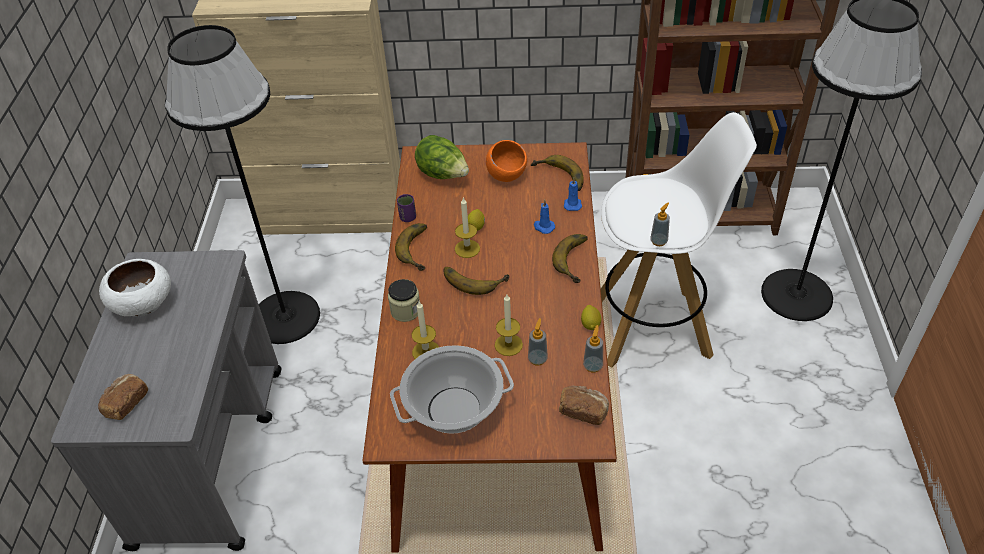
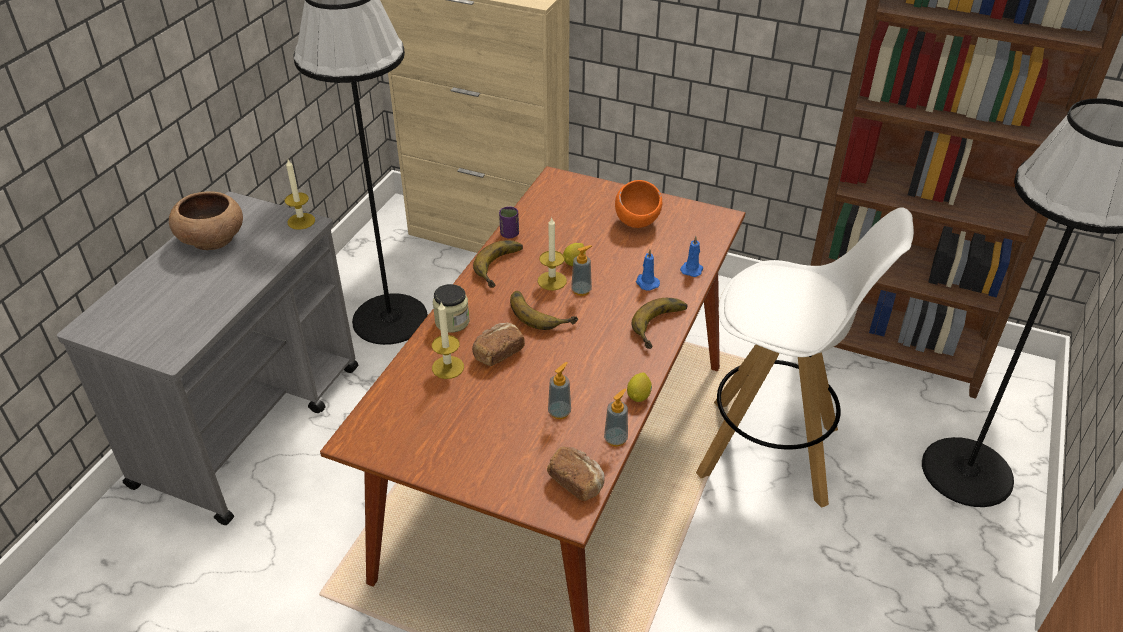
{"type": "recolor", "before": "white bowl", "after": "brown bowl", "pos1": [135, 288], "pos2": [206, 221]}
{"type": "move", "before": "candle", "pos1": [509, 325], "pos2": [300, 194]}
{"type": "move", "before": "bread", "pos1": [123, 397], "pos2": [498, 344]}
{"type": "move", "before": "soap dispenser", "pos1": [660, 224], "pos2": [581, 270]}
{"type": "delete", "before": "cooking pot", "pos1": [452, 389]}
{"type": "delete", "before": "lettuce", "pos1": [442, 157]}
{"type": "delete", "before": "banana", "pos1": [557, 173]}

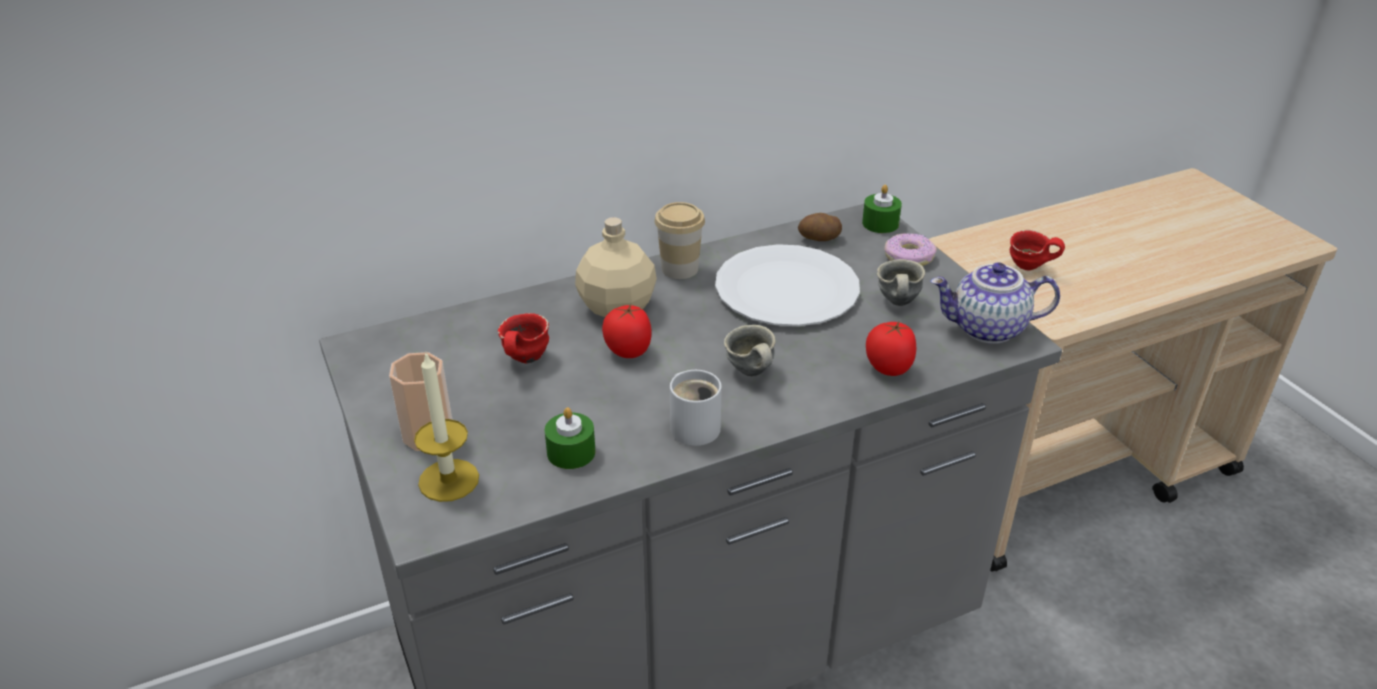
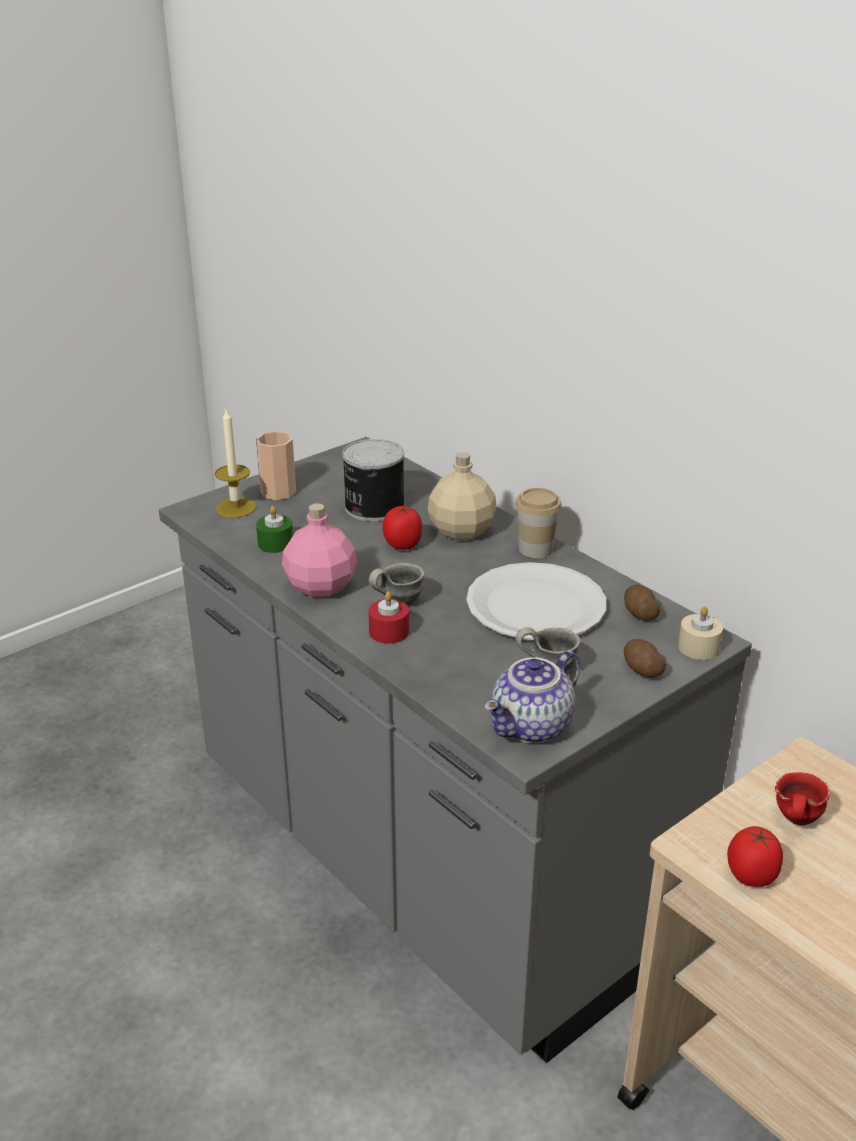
{"type": "replace", "before": "white mug", "after": "pink bottle", "pos1": [696, 408], "pos2": [319, 550]}
{"type": "replace", "before": "red mug", "after": "can", "pos1": [523, 338], "pos2": [373, 480]}
{"type": "insert", "after": "red candle", "pos2": [389, 617]}
{"type": "rotate", "before": "teapot", "pos1": [995, 303], "pos2": [532, 696], "turn": -120}
{"type": "replace", "before": "donut", "after": "potato", "pos1": [910, 249], "pos2": [644, 658]}
{"type": "recolor", "before": "green candle", "after": "beige candle", "pos1": [882, 209], "pos2": [700, 633]}
{"type": "move", "before": "tomato", "pos1": [891, 349], "pos2": [755, 856]}

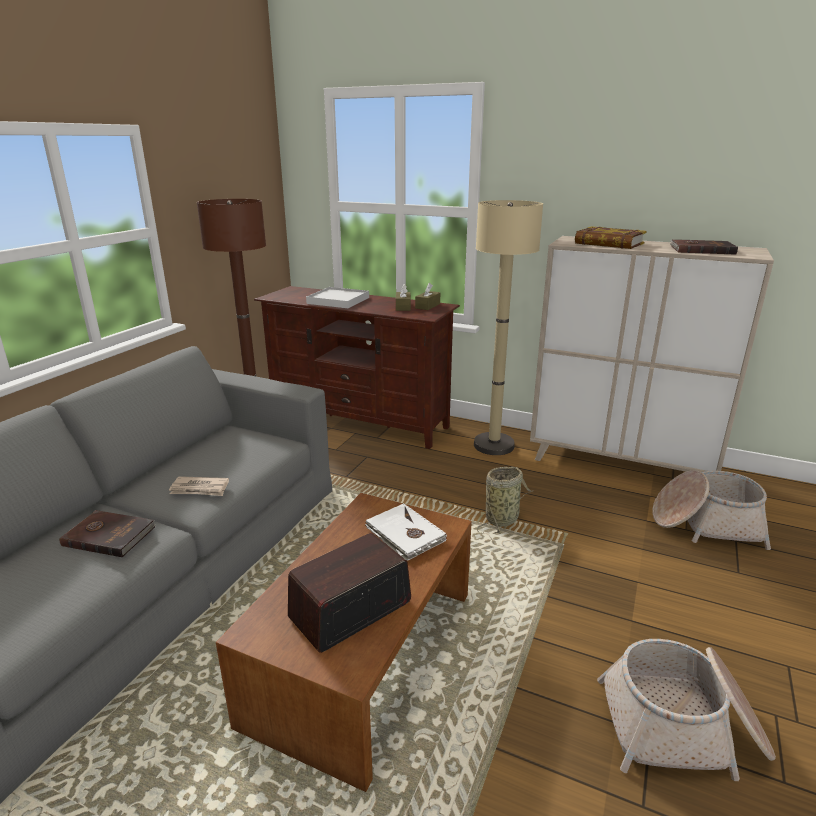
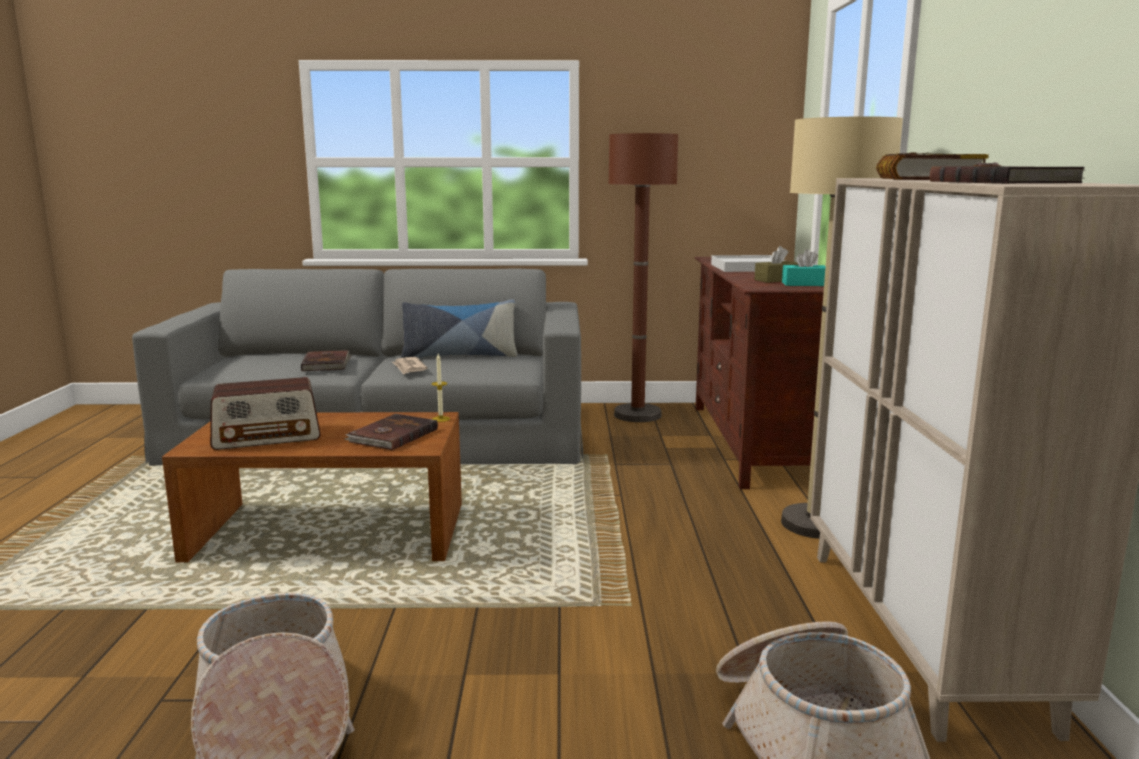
{"type": "rotate", "before": "radio", "pos1": [349, 593], "pos2": [265, 413], "turn": 135}
{"type": "recolor", "before": "white book", "after": "brown book", "pos1": [406, 532], "pos2": [391, 432]}
{"type": "insert", "after": "pillow", "pos2": [459, 329]}
{"type": "insert", "after": "candle", "pos2": [441, 388]}
{"type": "recolor", "before": "brown tissue box", "after": "turquoise tissue box", "pos1": [427, 296], "pos2": [804, 267]}
{"type": "delete", "before": "basket", "pos1": [505, 500]}

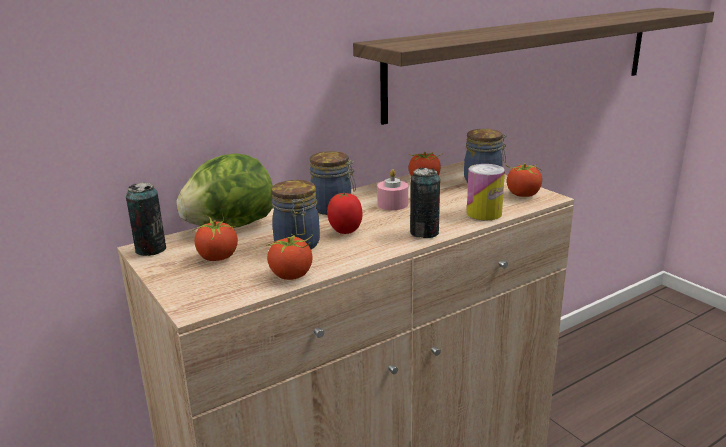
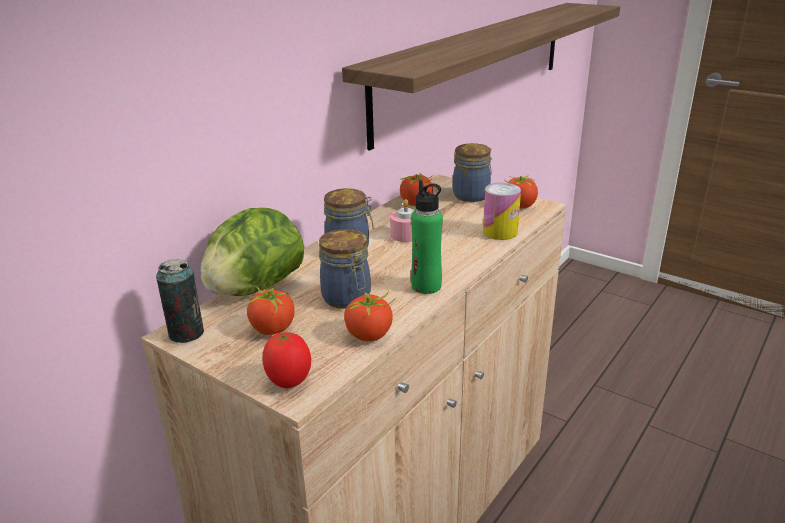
{"type": "move", "before": "tomato", "pos1": [345, 213], "pos2": [287, 360]}
{"type": "insert", "after": "green bottle", "pos2": [427, 237]}
{"type": "delete", "before": "can", "pos1": [425, 203]}

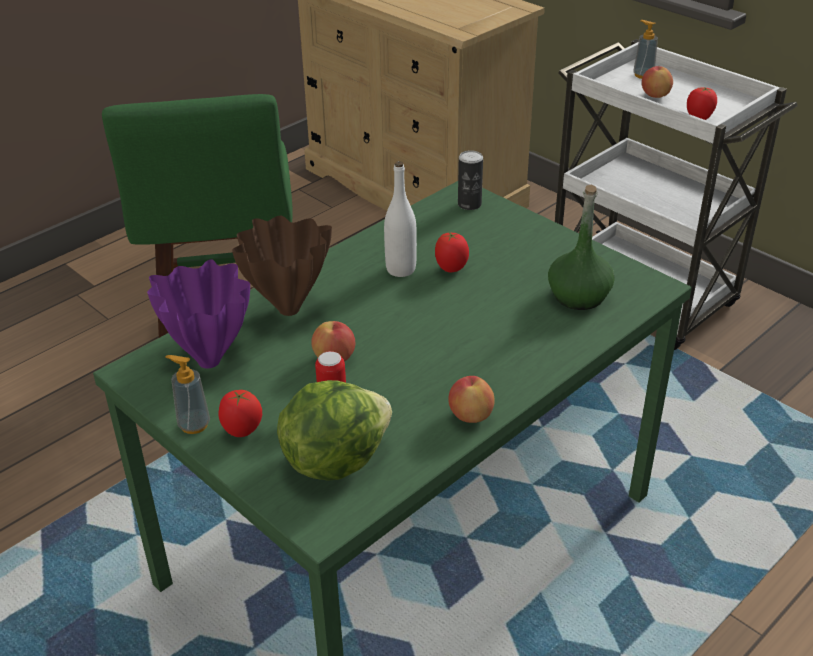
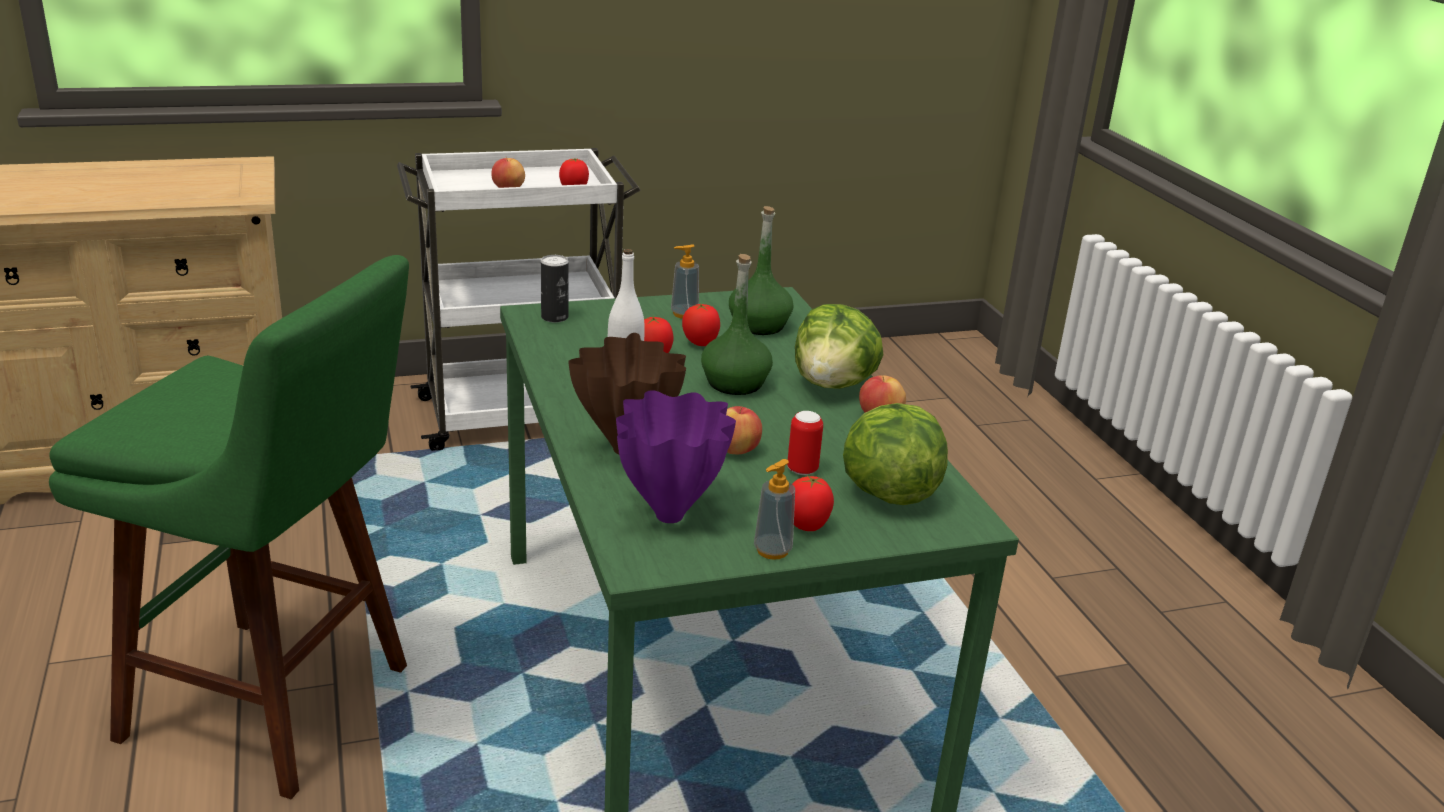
{"type": "move", "before": "soap dispenser", "pos1": [645, 49], "pos2": [685, 281]}
{"type": "insert", "after": "tomato", "pos2": [701, 324]}
{"type": "insert", "after": "green bottle", "pos2": [737, 324]}
{"type": "insert", "after": "lettuce", "pos2": [839, 346]}

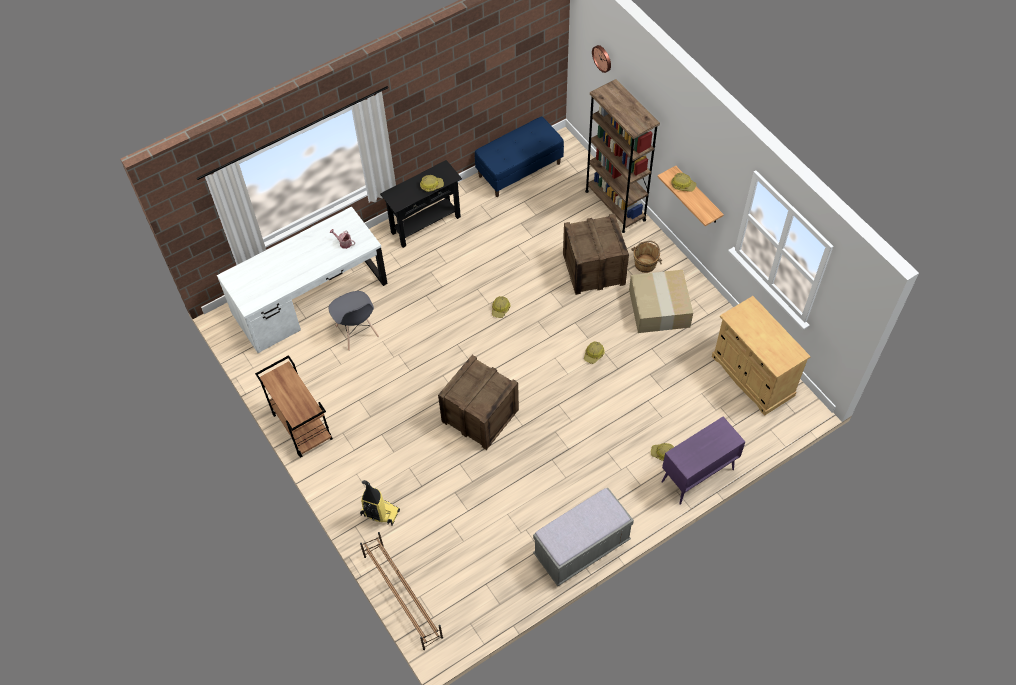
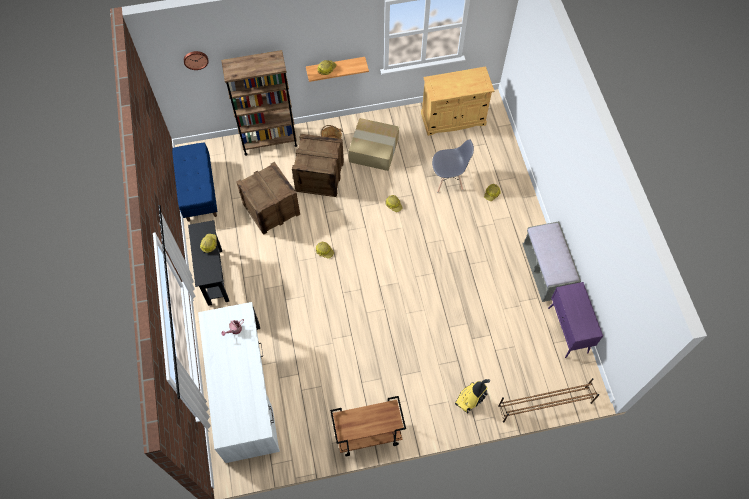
{"type": "move", "before": "crate", "pos1": [478, 402], "pos2": [268, 198]}
{"type": "move", "before": "grey chair", "pos1": [354, 321], "pos2": [453, 165]}
{"type": "move", "before": "purple cabinet", "pos1": [703, 460], "pos2": [575, 320]}

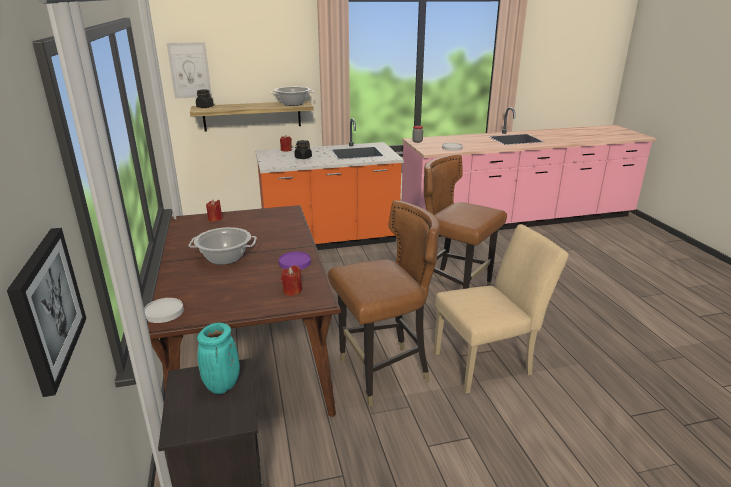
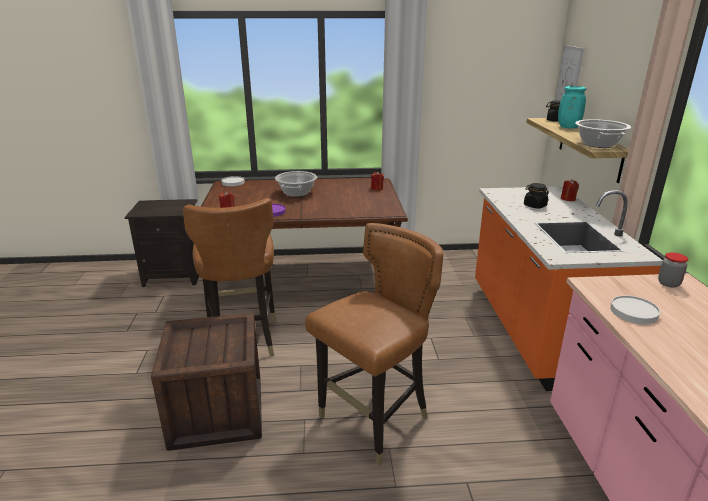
{"type": "replace", "before": "beige chair", "after": "crate", "pos1": [501, 309], "pos2": [206, 382]}
{"type": "move", "before": "turquoise vase", "pos1": [218, 358], "pos2": [572, 107]}
{"type": "delete", "before": "picture", "pos1": [46, 312]}

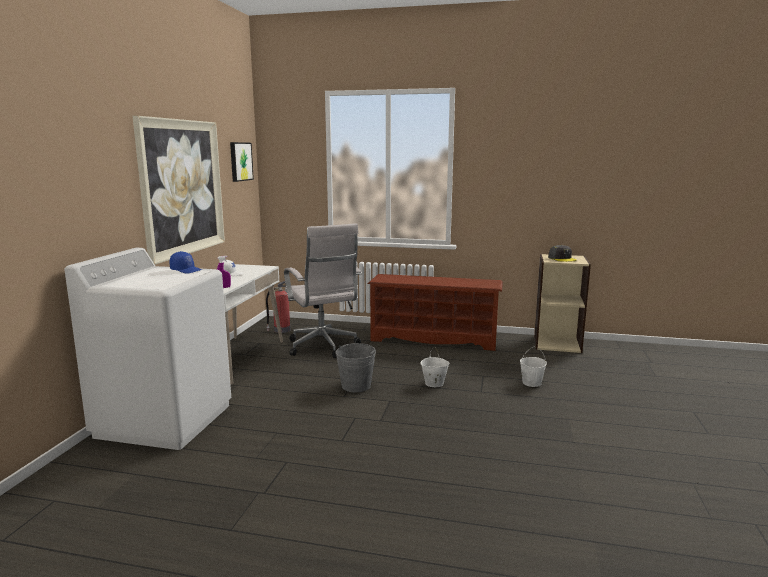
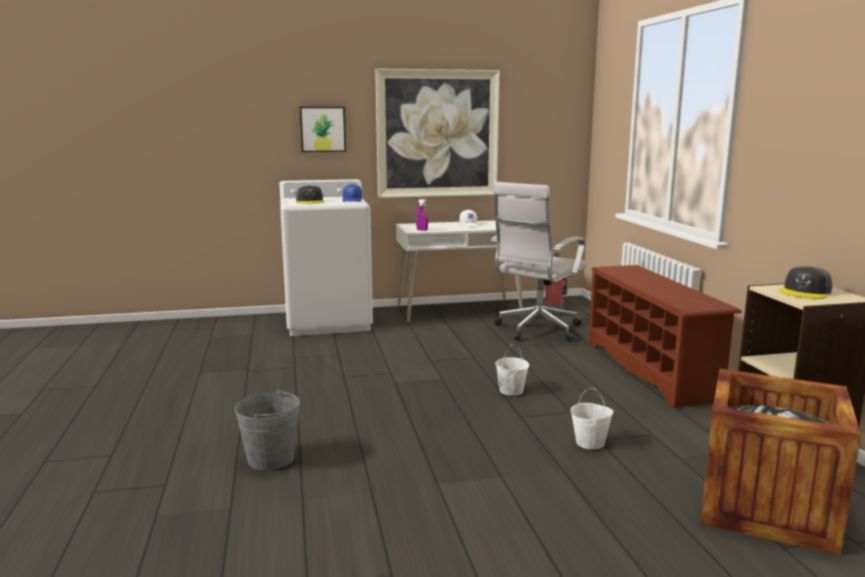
{"type": "move", "before": "grey bucket", "pos1": [356, 367], "pos2": [267, 429]}
{"type": "insert", "after": "grey cap", "pos2": [310, 194]}
{"type": "move", "before": "picture", "pos1": [242, 162], "pos2": [323, 129]}
{"type": "insert", "after": "crate", "pos2": [780, 462]}

